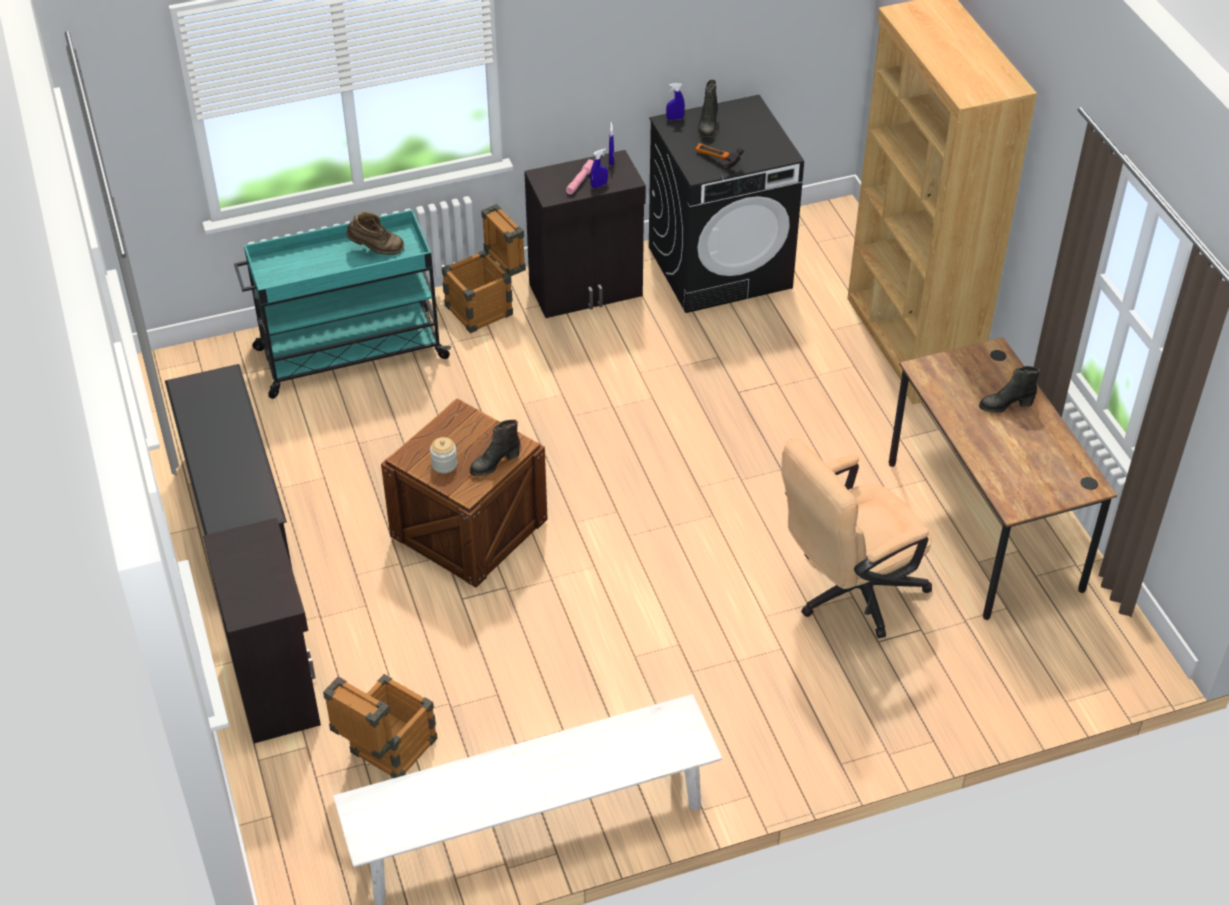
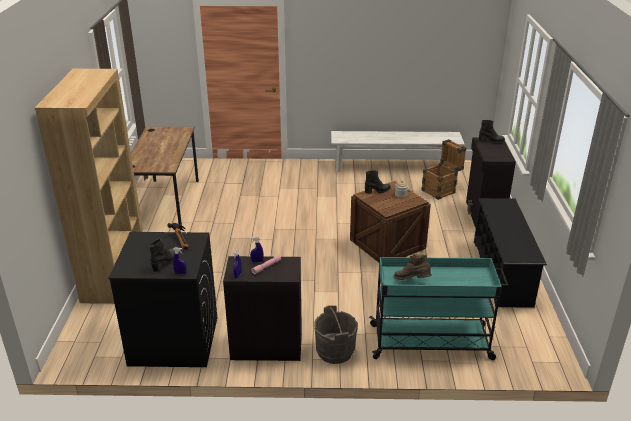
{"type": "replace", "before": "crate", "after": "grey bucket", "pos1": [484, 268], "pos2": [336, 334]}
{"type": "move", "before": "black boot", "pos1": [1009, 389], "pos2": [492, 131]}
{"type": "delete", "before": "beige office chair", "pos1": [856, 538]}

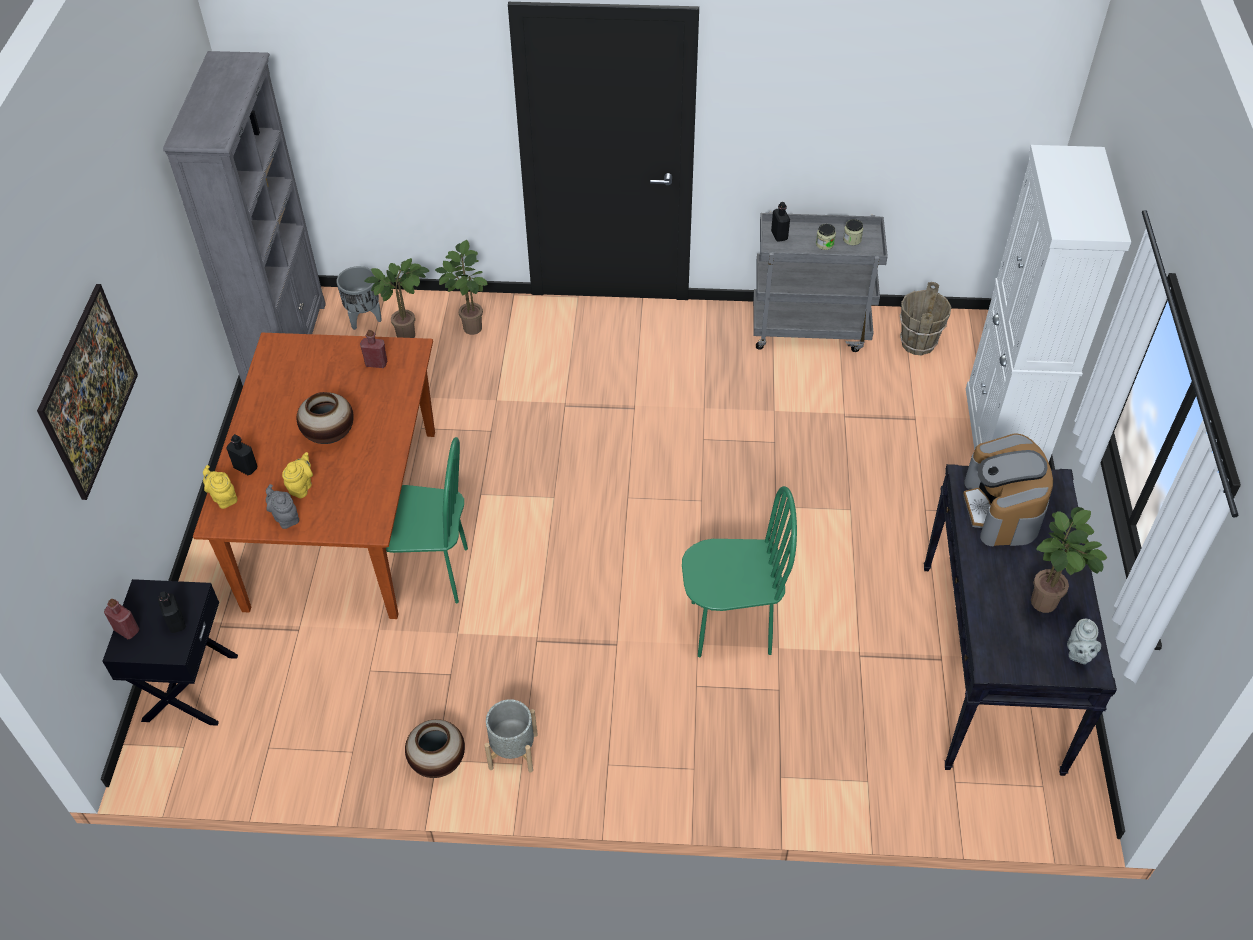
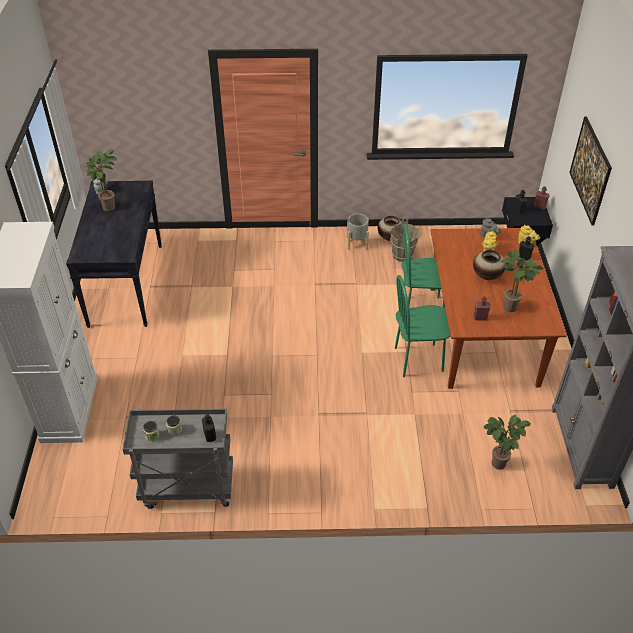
{"type": "move", "before": "brown bucket", "pos1": [925, 318], "pos2": [405, 240]}
{"type": "move", "before": "green chair", "pos1": [739, 571], "pos2": [423, 326]}
{"type": "move", "before": "potted plant", "pos1": [461, 287], "pos2": [522, 280]}
{"type": "delete", "before": "grey planter", "pos1": [359, 298]}
{"type": "delete", "before": "coffee machine", "pos1": [1008, 490]}

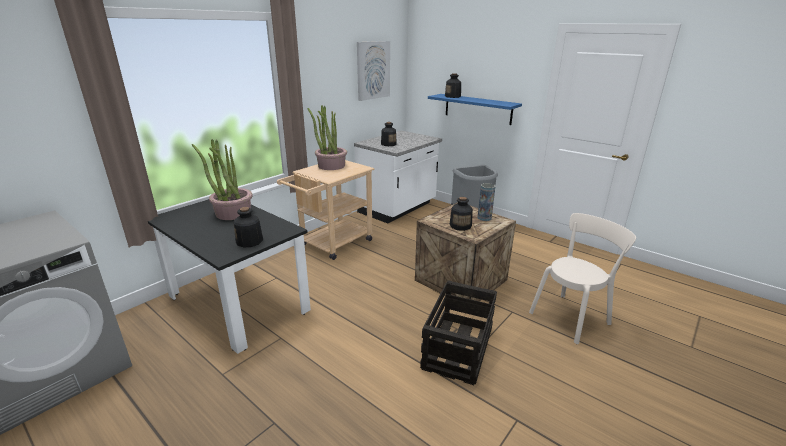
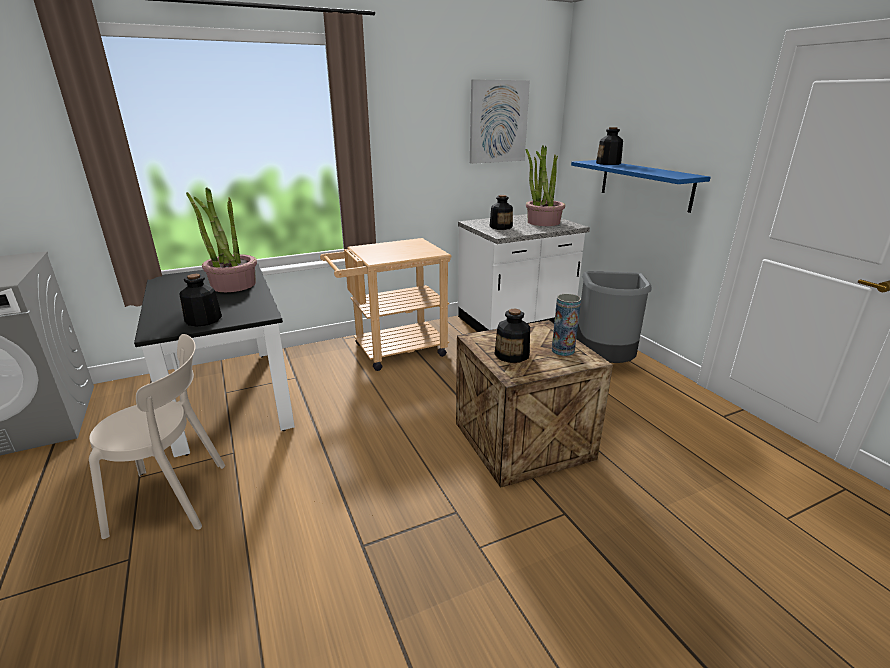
{"type": "move", "before": "beige chair", "pos1": [582, 278], "pos2": [157, 436]}
{"type": "move", "before": "potted plant", "pos1": [327, 137], "pos2": [545, 186]}
{"type": "delete", "before": "crate", "pos1": [458, 332]}

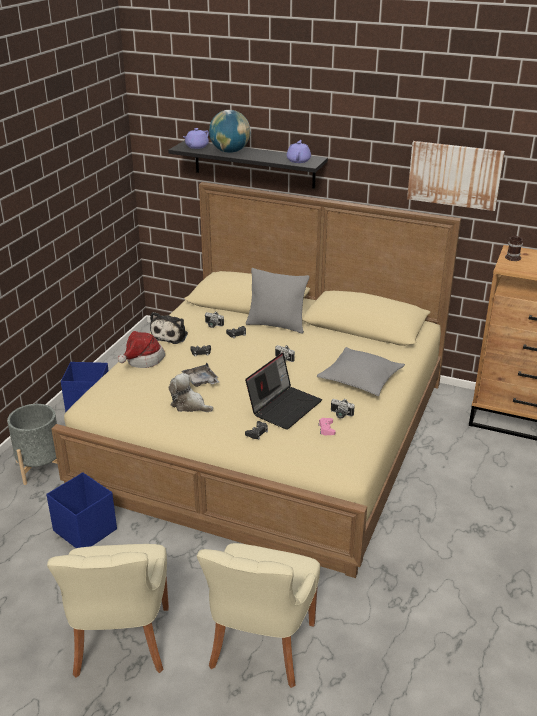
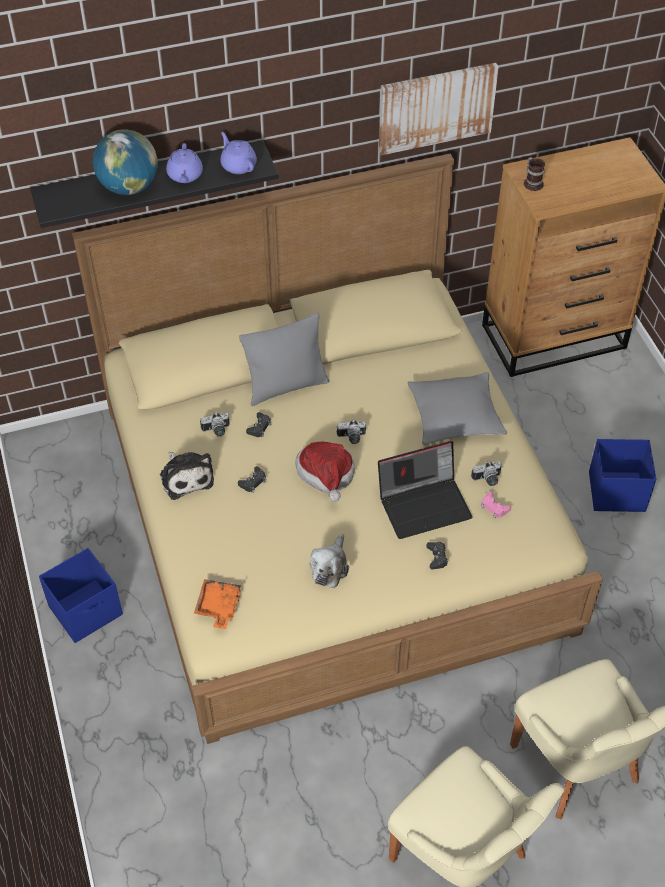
{"type": "move", "before": "purple teapot", "pos1": [196, 138], "pos2": [184, 163]}
{"type": "insert", "after": "orange tray", "pos2": [217, 604]}
{"type": "move", "before": "hat", "pos1": [141, 349], "pos2": [325, 472]}
{"type": "rotate", "before": "plush toy", "pos1": [191, 392], "pos2": [329, 561], "turn": -60}
{"type": "rotate", "before": "laptop", "pos1": [283, 391], "pos2": [425, 490], "turn": 75}
{"type": "move", "before": "blue storage box", "pos1": [81, 510], "pos2": [622, 475]}
{"type": "delete", "before": "grey planter", "pos1": [32, 444]}
{"type": "delete", "before": "grey tray", "pos1": [200, 374]}

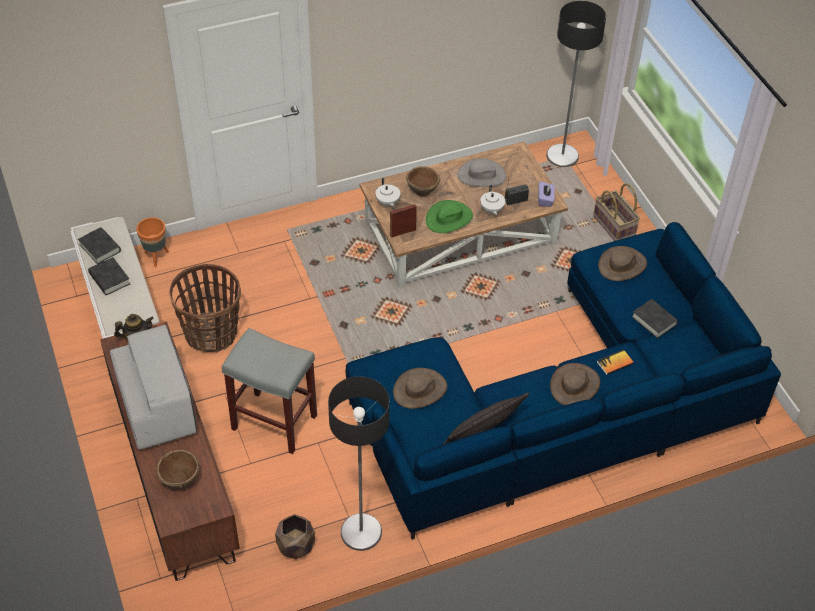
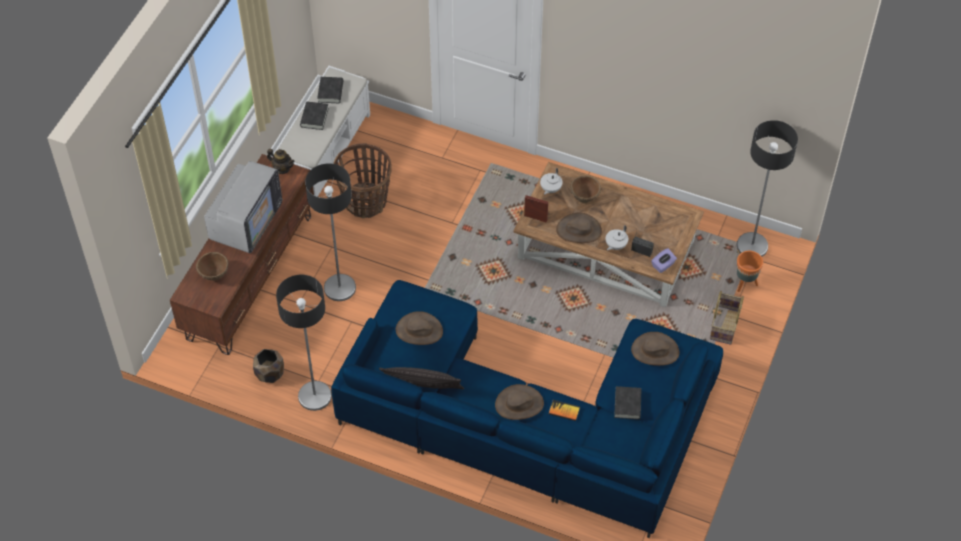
{"type": "replace", "before": "grey stool", "after": "floor lamp", "pos1": [269, 391], "pos2": [330, 232]}
{"type": "recolor", "before": "green hat", "after": "brown hat", "pos1": [449, 216], "pos2": [579, 228]}
{"type": "move", "before": "orange planter", "pos1": [152, 242], "pos2": [750, 271]}
{"type": "delete", "before": "grey hat", "pos1": [481, 172]}

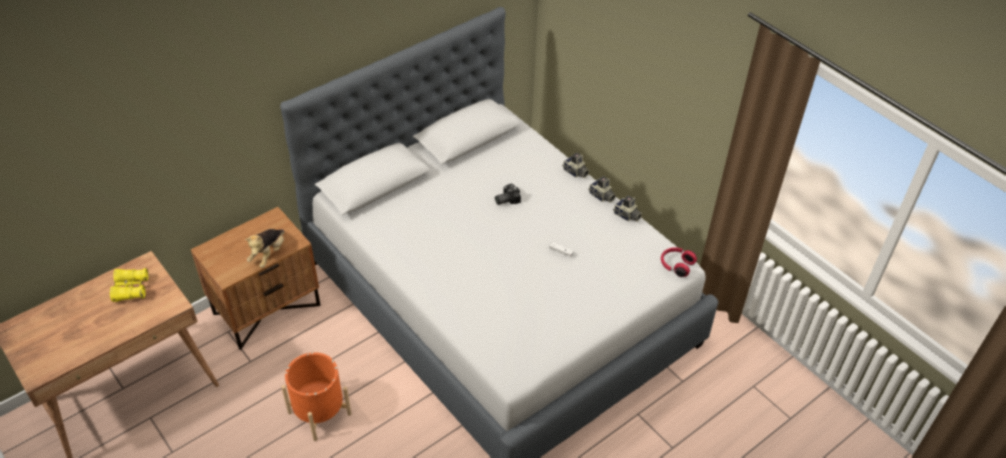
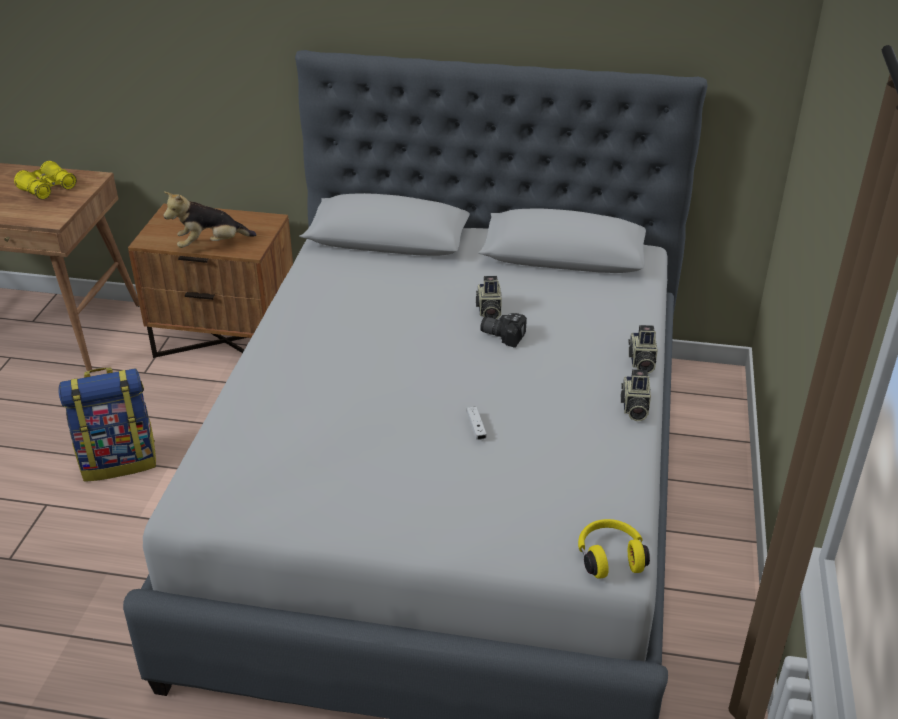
{"type": "replace", "before": "orange planter", "after": "backpack", "pos1": [316, 396], "pos2": [107, 425]}
{"type": "move", "before": "photo camera", "pos1": [627, 209], "pos2": [489, 297]}
{"type": "recolor", "before": "red headphones", "after": "yellow headphones", "pos1": [679, 262], "pos2": [614, 549]}

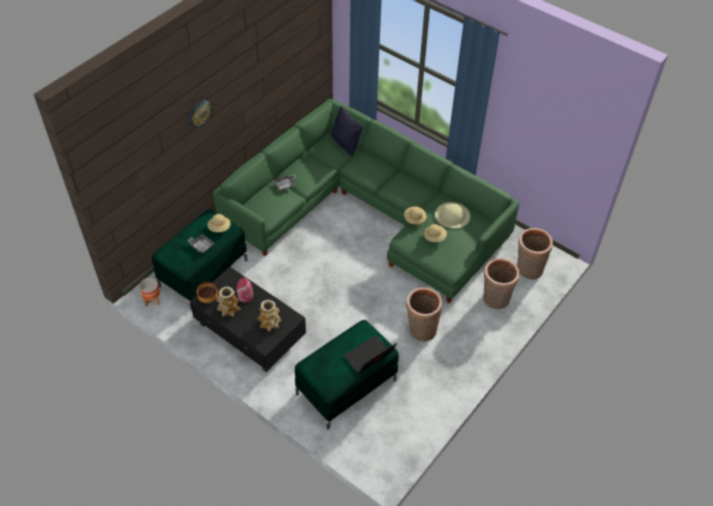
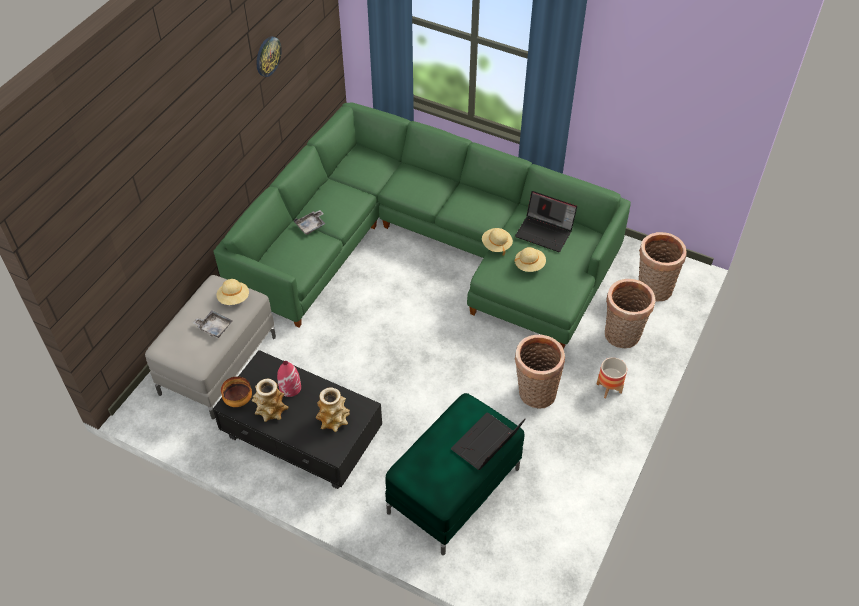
{"type": "recolor", "before": "green ottoman", "after": "grey ottoman", "pos1": [199, 259], "pos2": [210, 347]}
{"type": "move", "before": "wall clock", "pos1": [200, 114], "pos2": [269, 57]}
{"type": "replace", "before": "beige hat", "after": "laptop", "pos1": [452, 215], "pos2": [546, 221]}
{"type": "move", "before": "planter", "pos1": [149, 292], "pos2": [611, 377]}
{"type": "delete", "before": "black pillow", "pos1": [347, 131]}

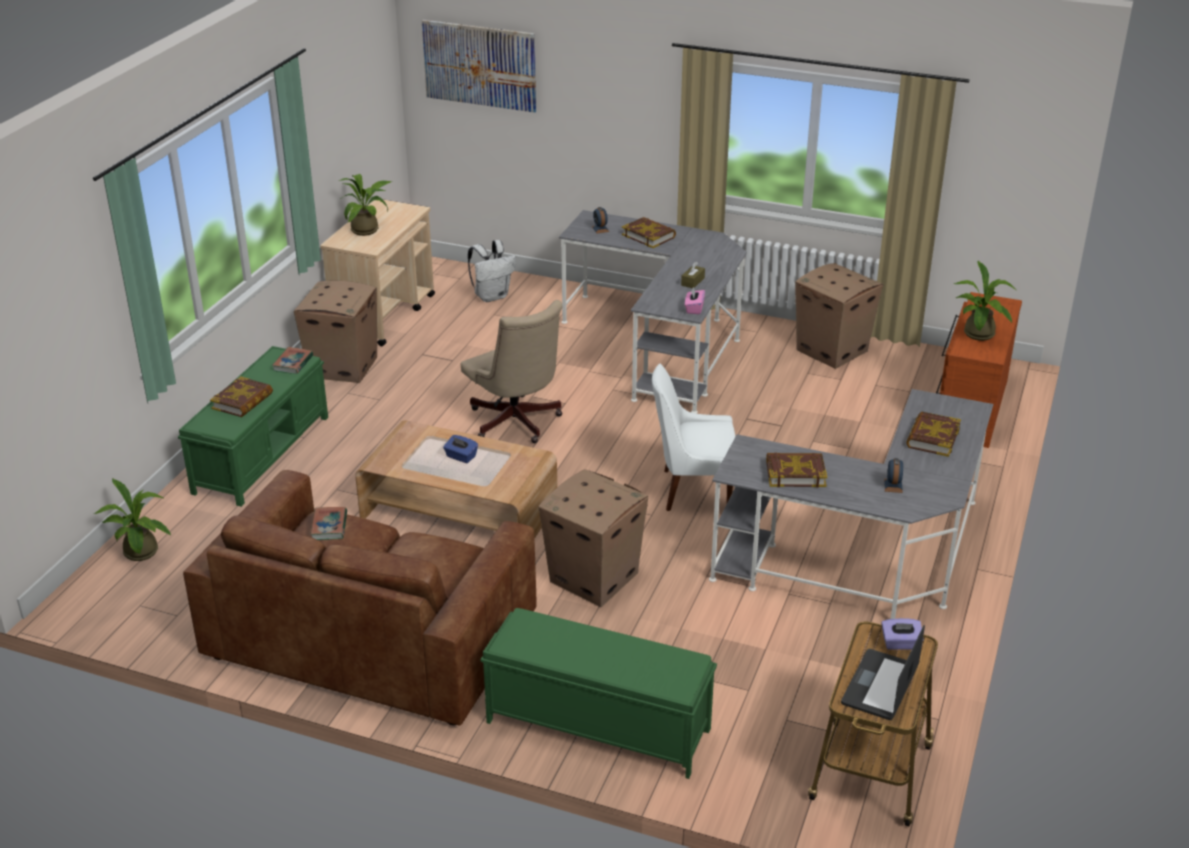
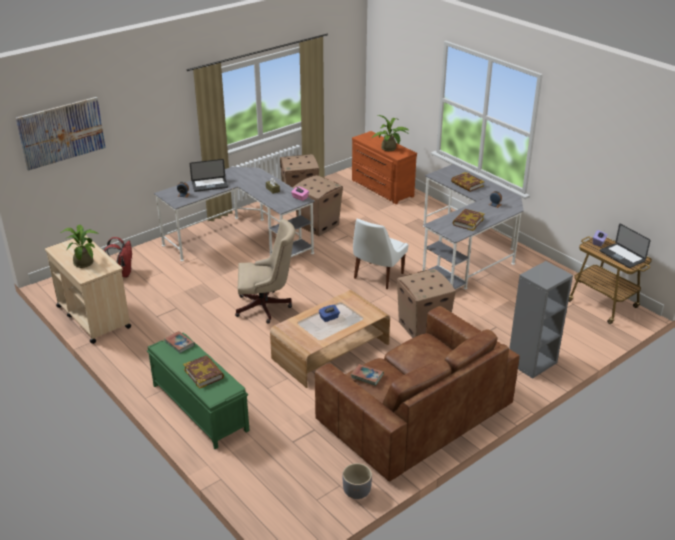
{"type": "recolor", "before": "white backpack", "after": "red backpack", "pos1": [492, 271], "pos2": [118, 257]}
{"type": "replace", "before": "book", "after": "laptop", "pos1": [649, 232], "pos2": [209, 175]}
{"type": "move", "before": "cardboard box", "pos1": [335, 332], "pos2": [318, 205]}
{"type": "insert", "after": "grey planter", "pos2": [357, 481]}
{"type": "replace", "before": "green bench", "after": "grey bookcase", "pos1": [599, 693], "pos2": [541, 320]}
{"type": "delete", "before": "potted plant", "pos1": [132, 520]}

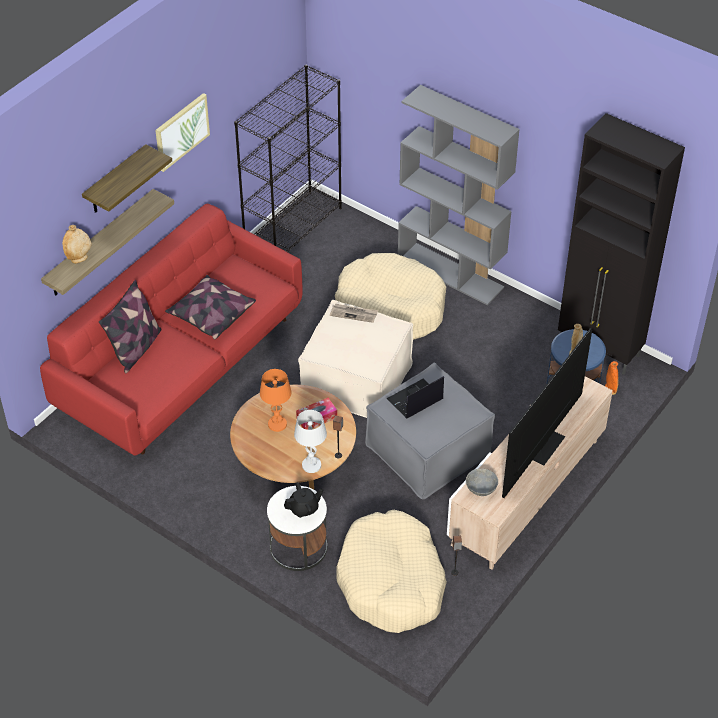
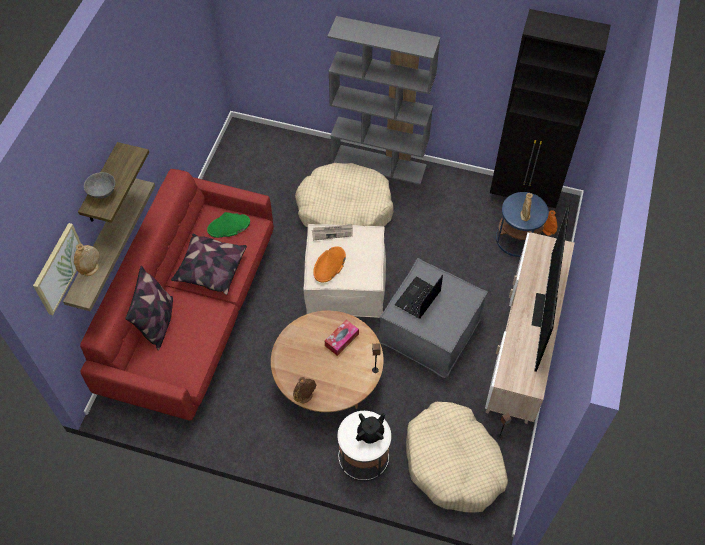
{"type": "move", "before": "picture", "pos1": [182, 132], "pos2": [57, 269]}
{"type": "move", "before": "grey bowl", "pos1": [482, 482], "pos2": [99, 185]}
{"type": "insert", "after": "green hat", "pos2": [228, 225]}
{"type": "insert", "after": "brown vase", "pos2": [304, 390]}
{"type": "insert", "after": "orange hat", "pos2": [329, 264]}
{"type": "delete", "before": "black bookcase", "pos1": [288, 158]}
{"type": "delete", "before": "orange table lamp", "pos1": [276, 400]}
{"type": "delete", "before": "white table lamp", "pos1": [310, 441]}

